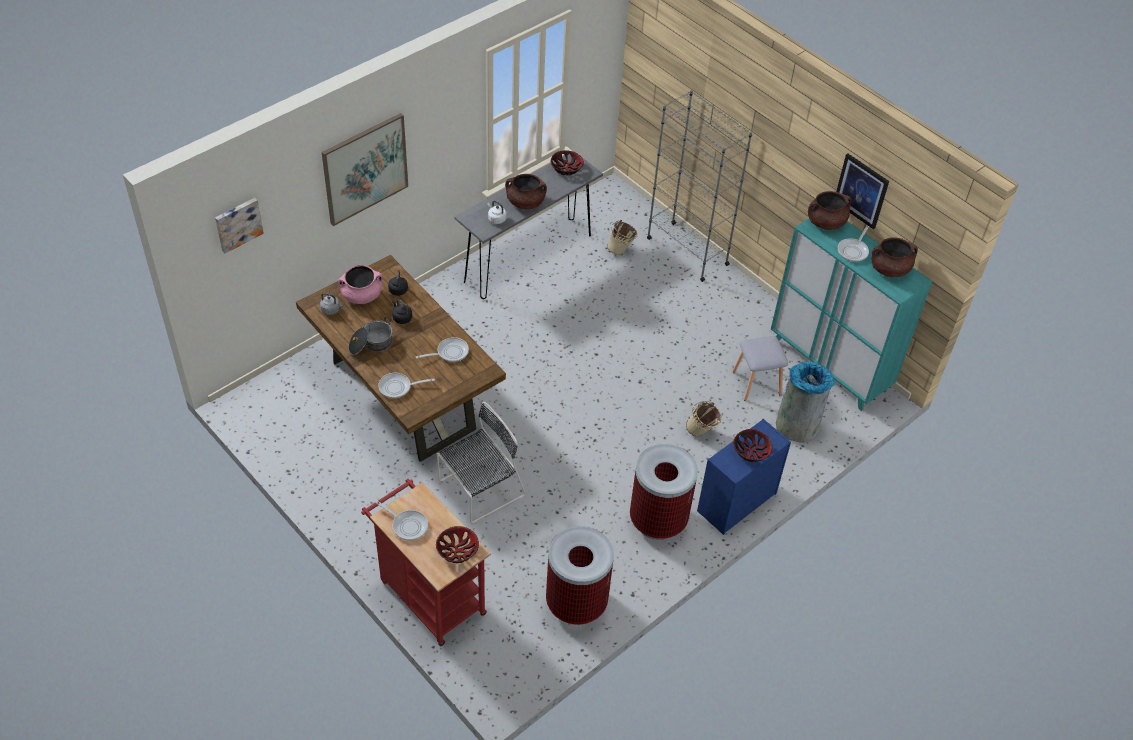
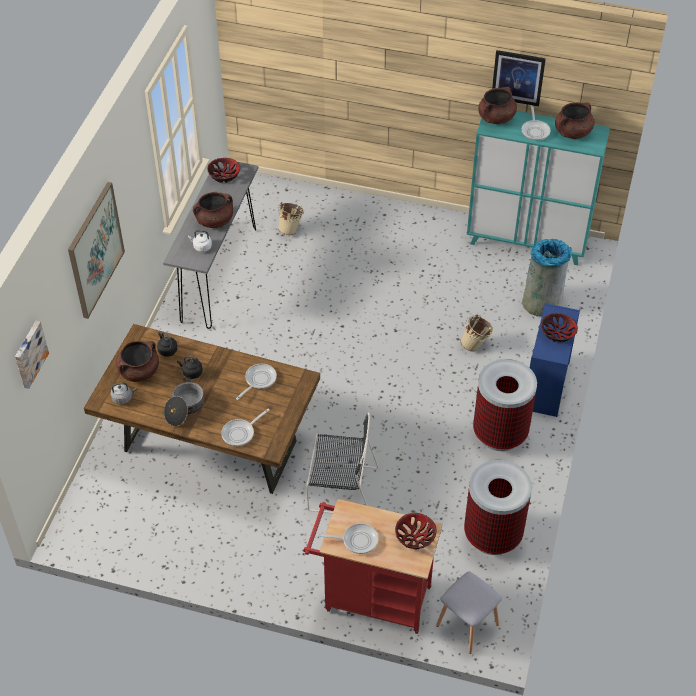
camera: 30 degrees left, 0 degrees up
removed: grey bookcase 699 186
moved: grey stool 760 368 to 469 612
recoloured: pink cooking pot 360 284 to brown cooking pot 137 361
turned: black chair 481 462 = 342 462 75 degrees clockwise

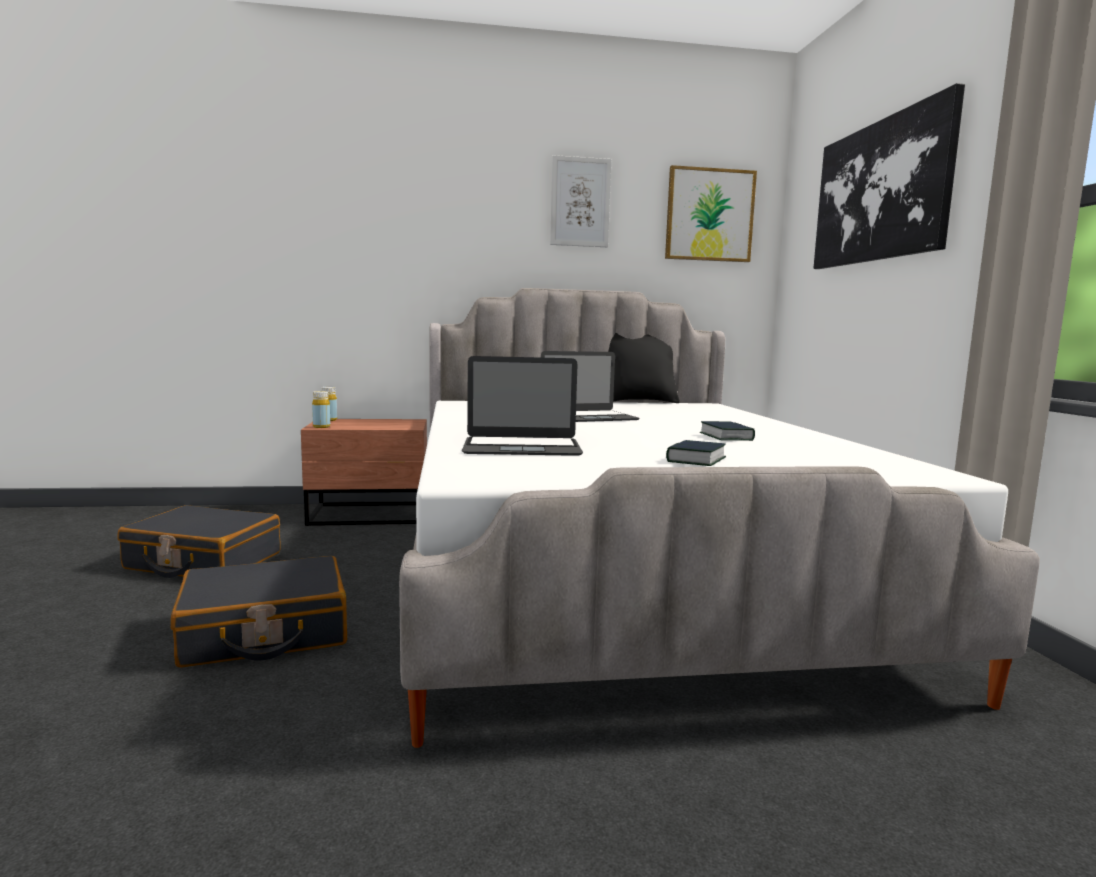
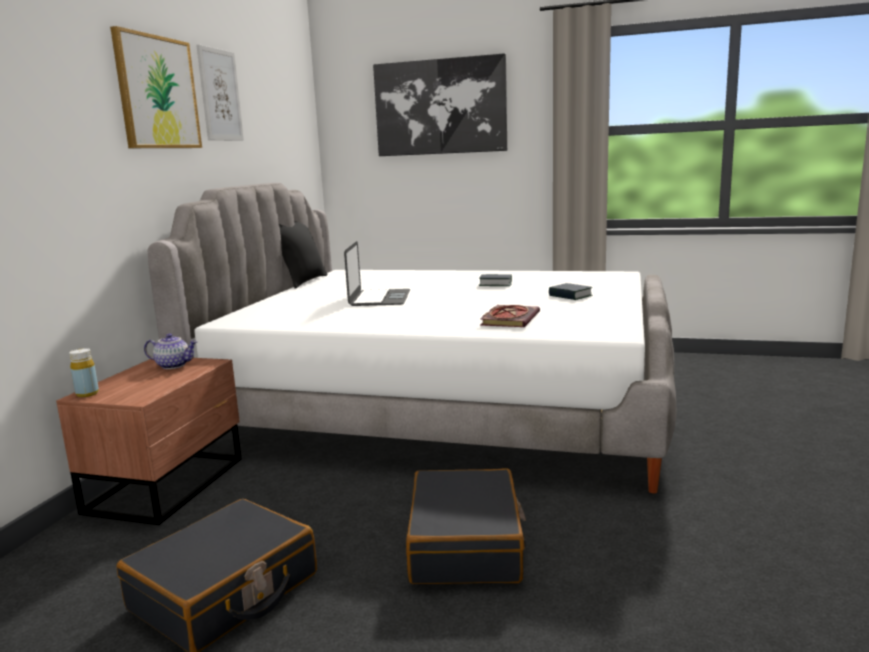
camera: 65 degrees left, 5 degrees up
removed: yellow bottle 321 409
added: teapot 170 351
moved: picture 711 213 to 156 87
replaced: laptop 522 406 to book 510 316

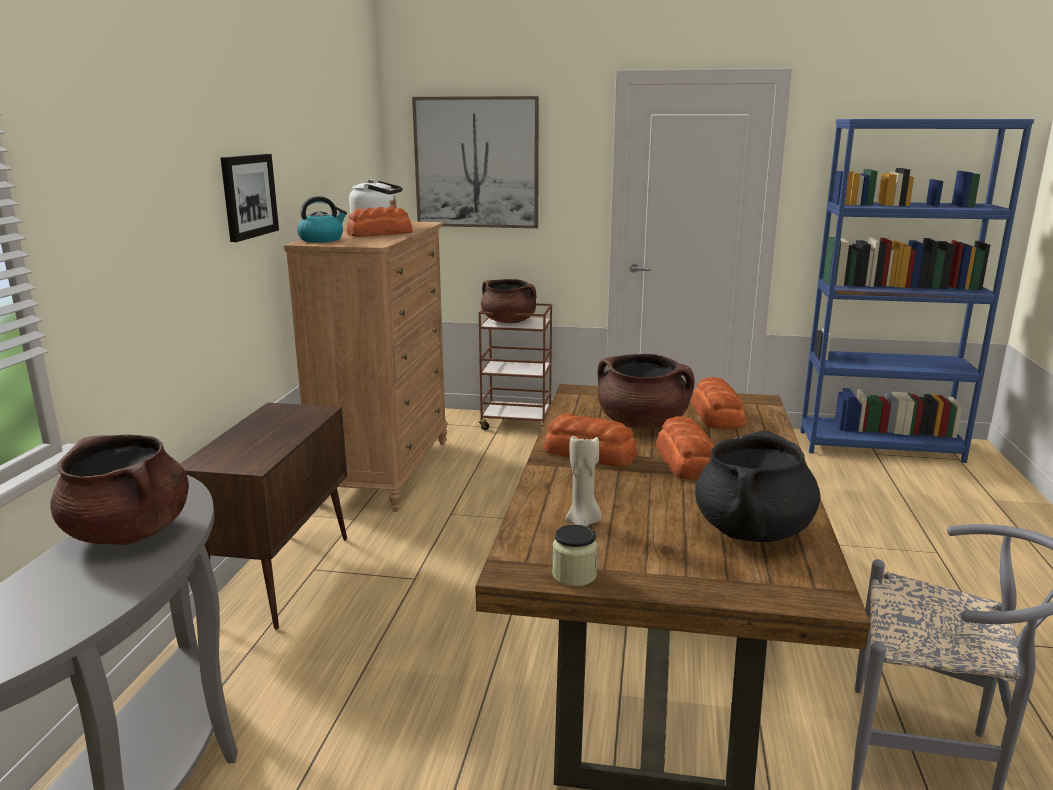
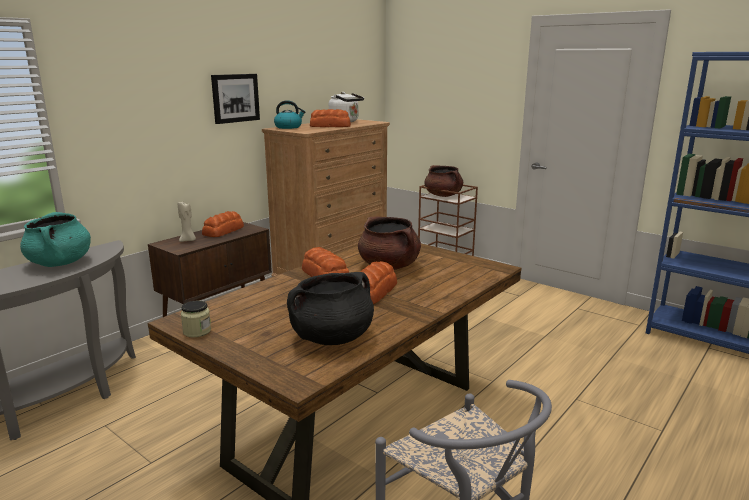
camera: 30 degrees right, 0 degrees up
removed: picture 475 162
moved: beige candle 583 480 to 187 222; bread 718 402 to 223 224
recoloured: brown cooking pot 120 489 to turquoise cooking pot 55 239

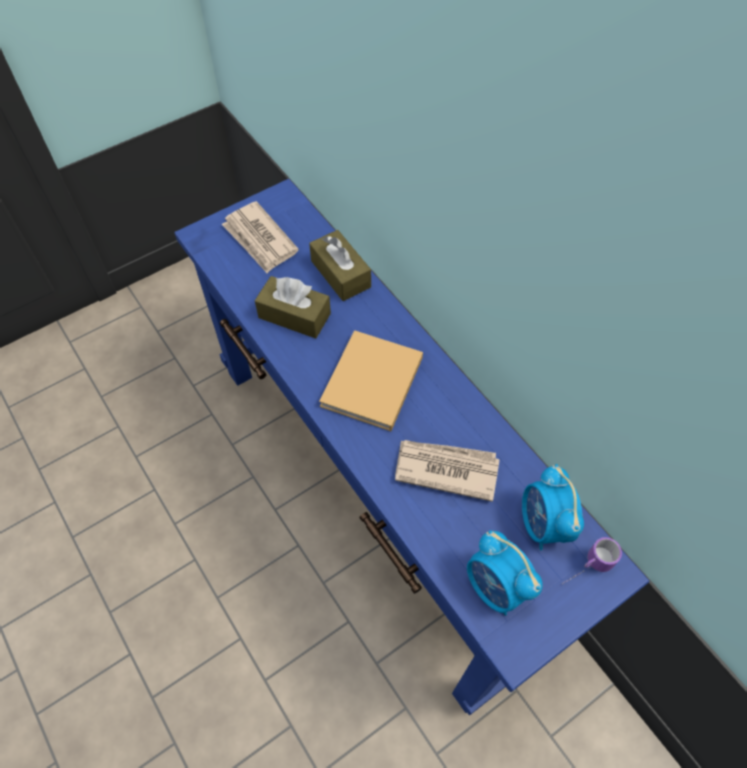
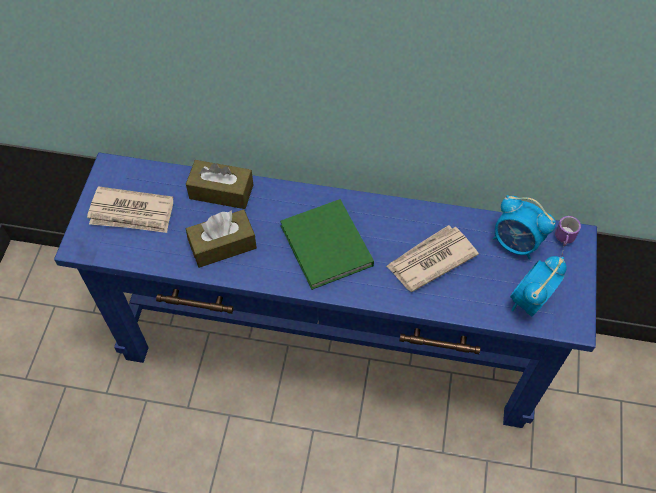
camera: 45 degrees left, 0 degrees up
recoloured: beige book 371 380 to green book 327 244
turned: alarm clock 505 573 = 538 286 120 degrees clockwise

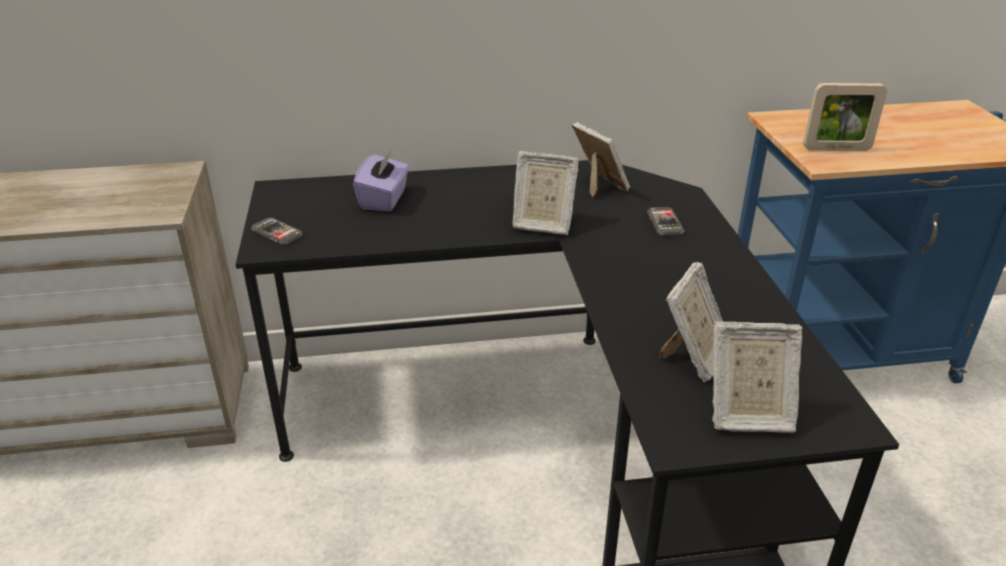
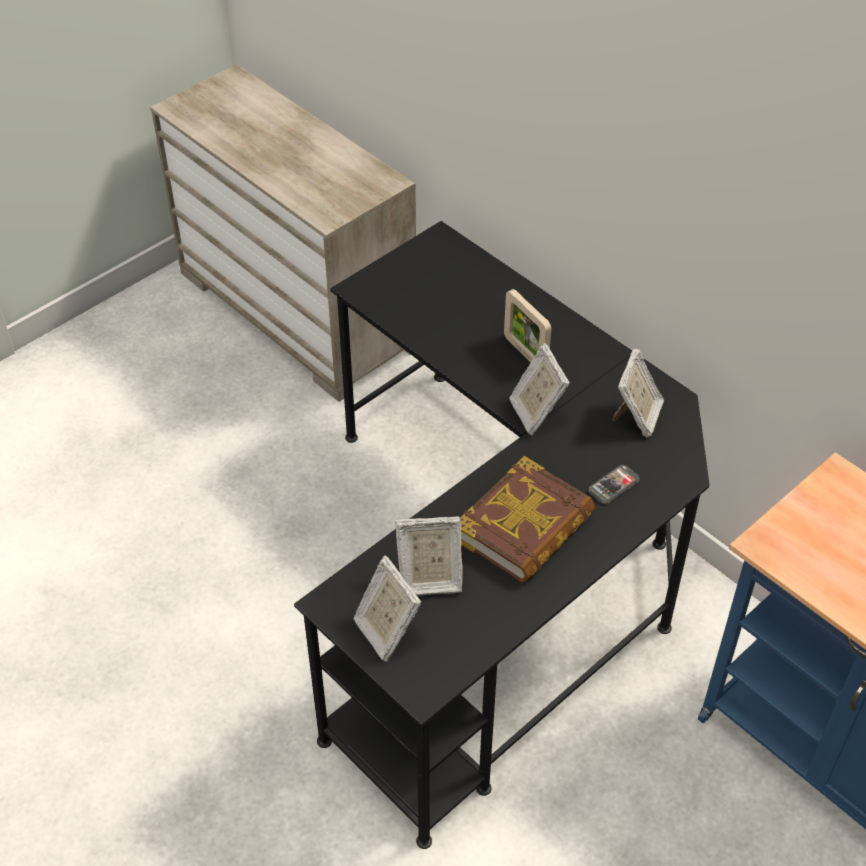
camera: 55 degrees right, 15 degrees up
removed: phone 277 231; purple tissue box 381 180
added: book 527 519
moved: picture frame 845 117 to 527 325

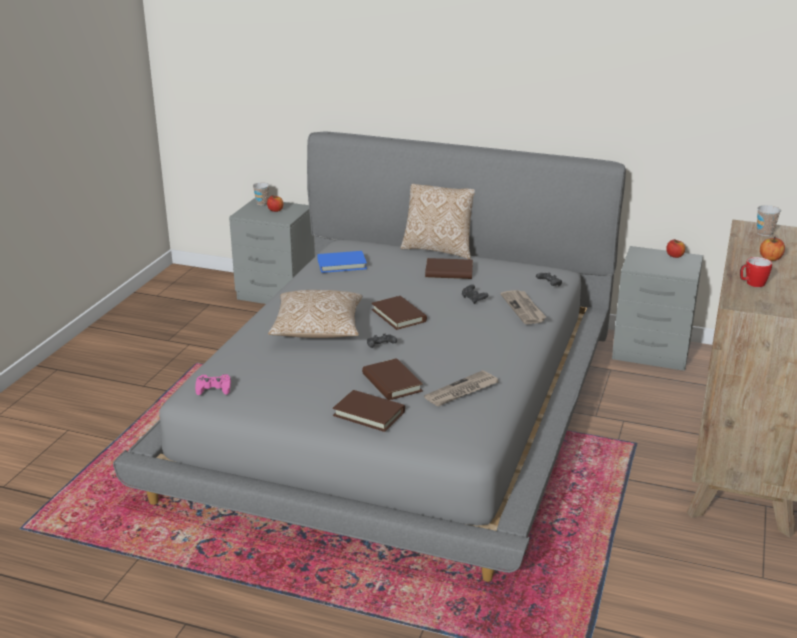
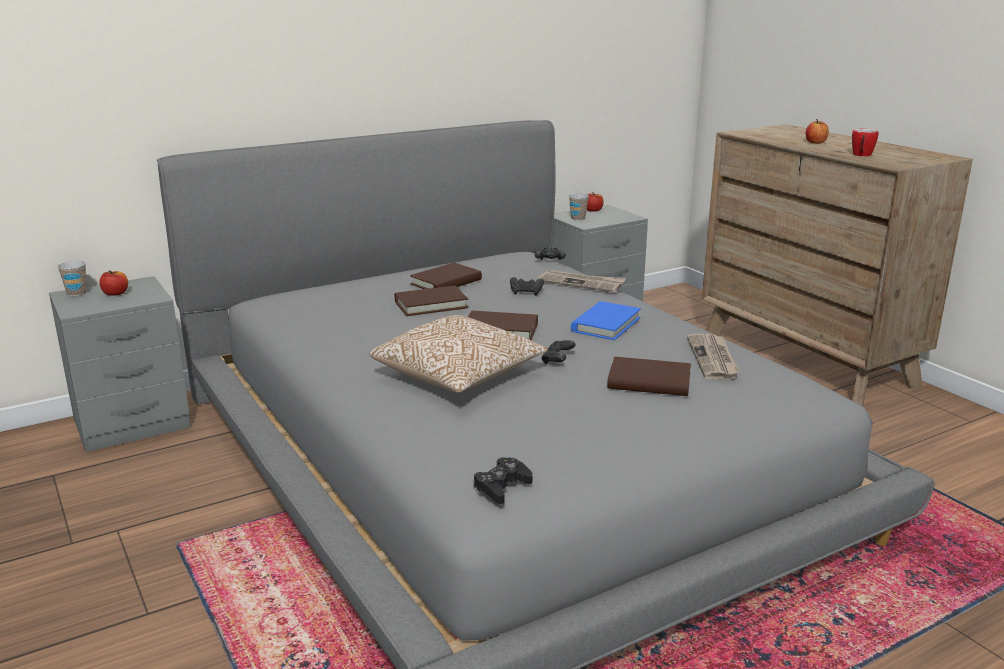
camera: 50 degrees left, 5 degrees down
removed: pillow 437 221
moved: blue book 342 262 to 606 320; brown book 369 411 to 432 301; cup 769 220 to 579 207
recoloured: pink game controller 213 384 to black game controller 503 480

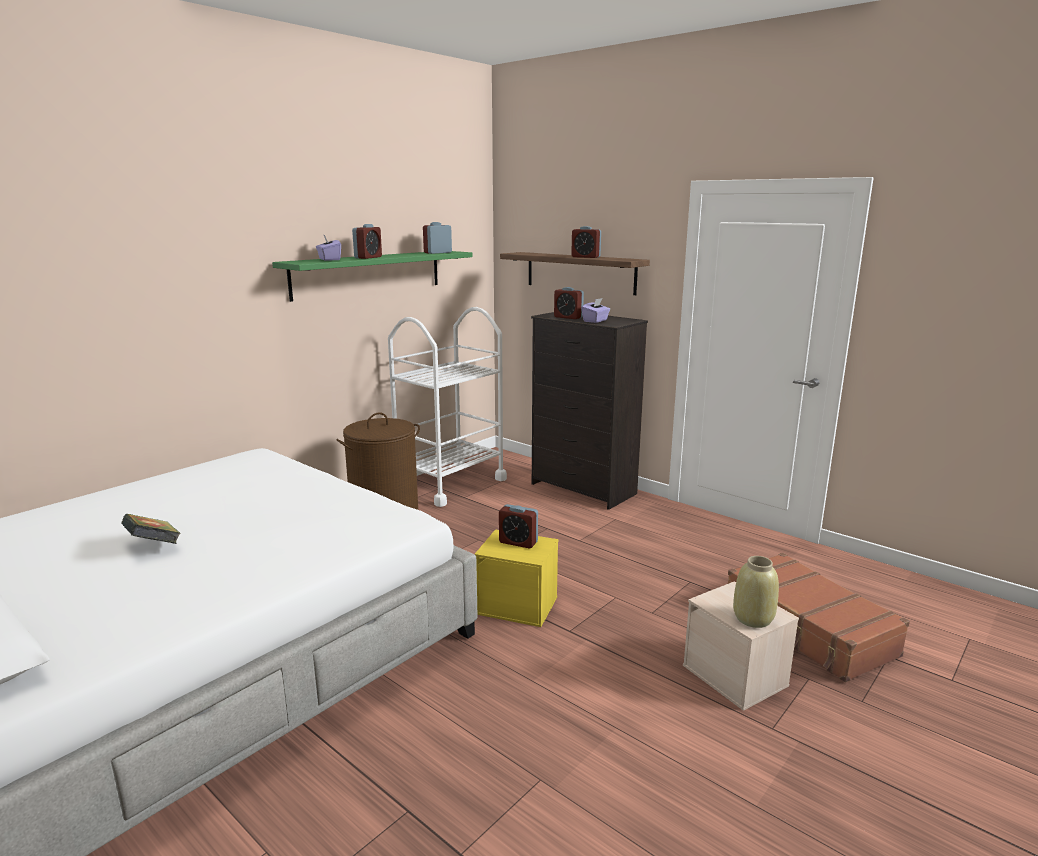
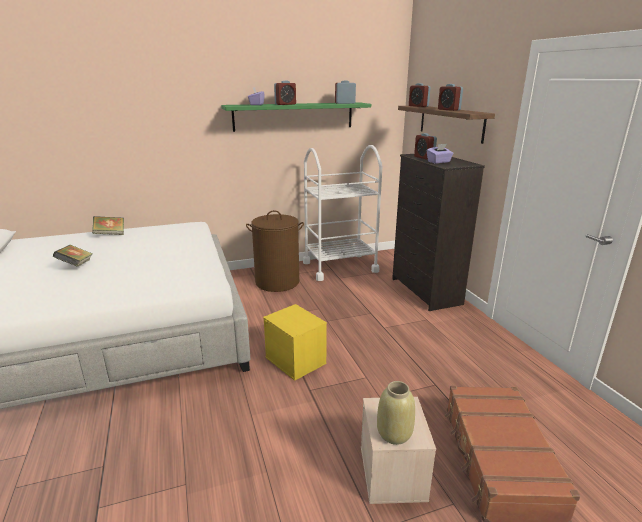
camera: 30 degrees right, 5 degrees up
added: book 108 225
moved: alarm clock 518 526 to 420 95

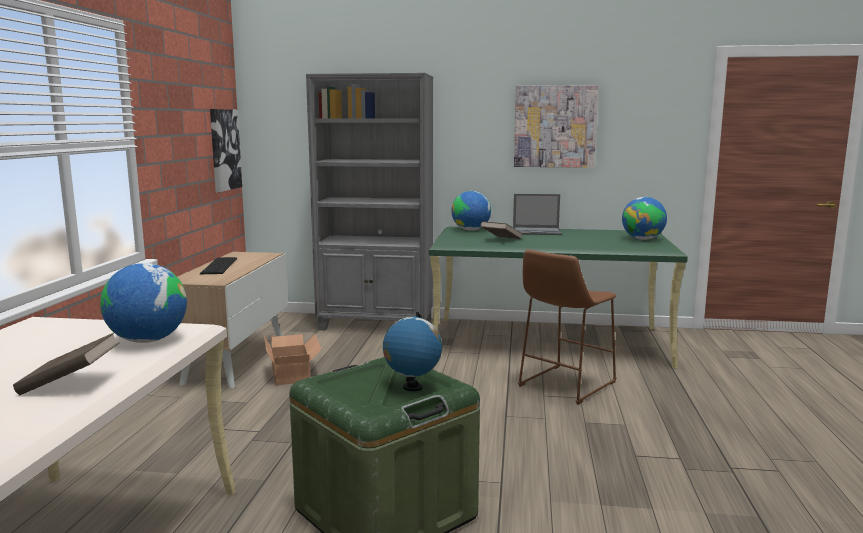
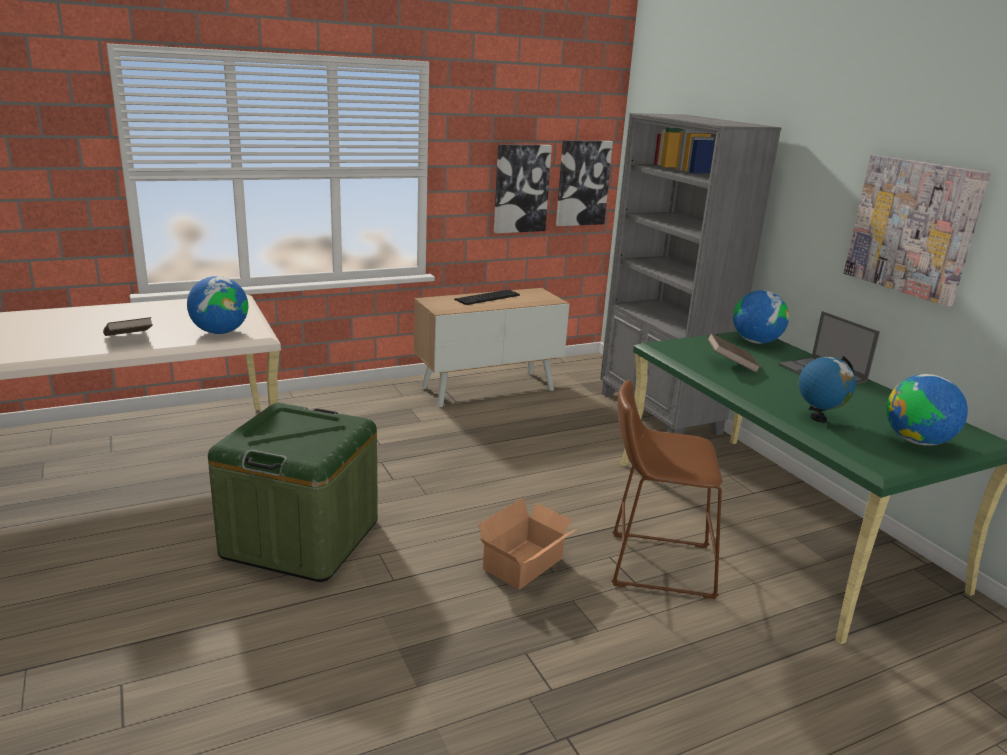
camera: 55 degrees right, 10 degrees up
added: picture 523 188
moved: cardboard box 293 359 to 528 544; globe 412 351 to 827 389

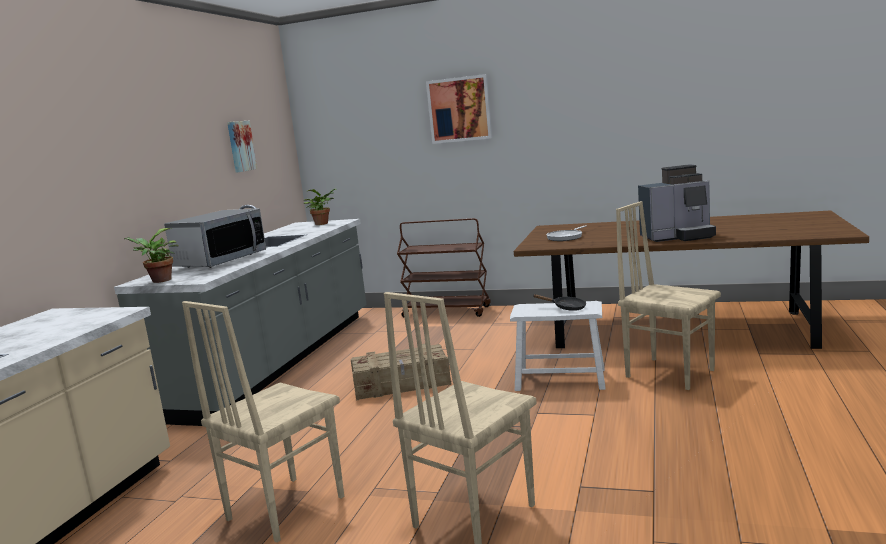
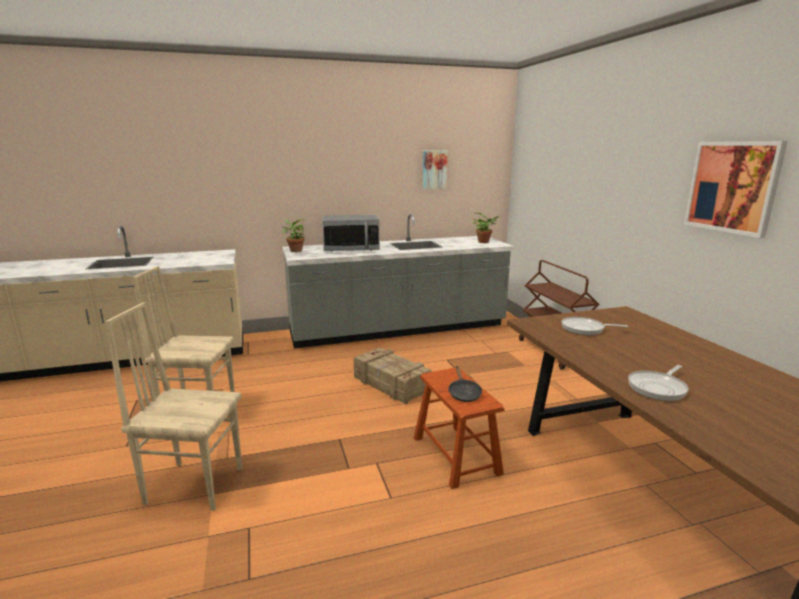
camera: 55 degrees right, 5 degrees up
removed: beige chair 668 295
moved: picture 459 109 to 736 189
replaced: coffee machine 677 203 to frying pan 658 383
recoloured: white stool 558 346 to brown stool 459 428

